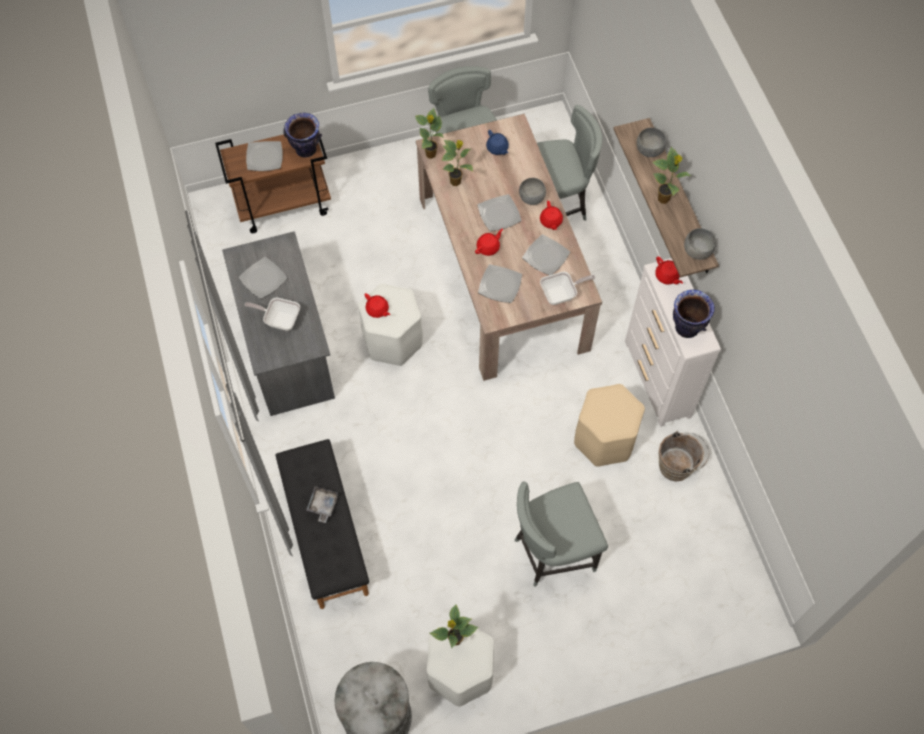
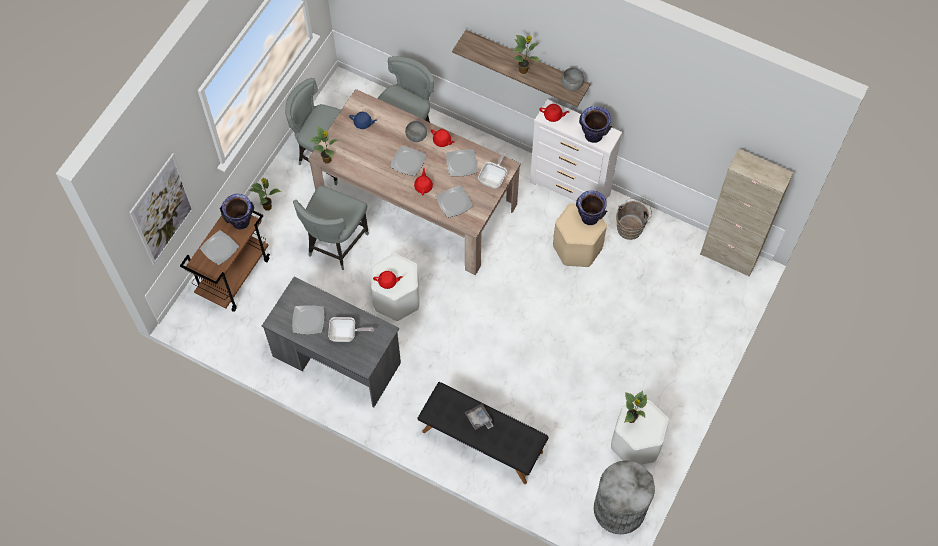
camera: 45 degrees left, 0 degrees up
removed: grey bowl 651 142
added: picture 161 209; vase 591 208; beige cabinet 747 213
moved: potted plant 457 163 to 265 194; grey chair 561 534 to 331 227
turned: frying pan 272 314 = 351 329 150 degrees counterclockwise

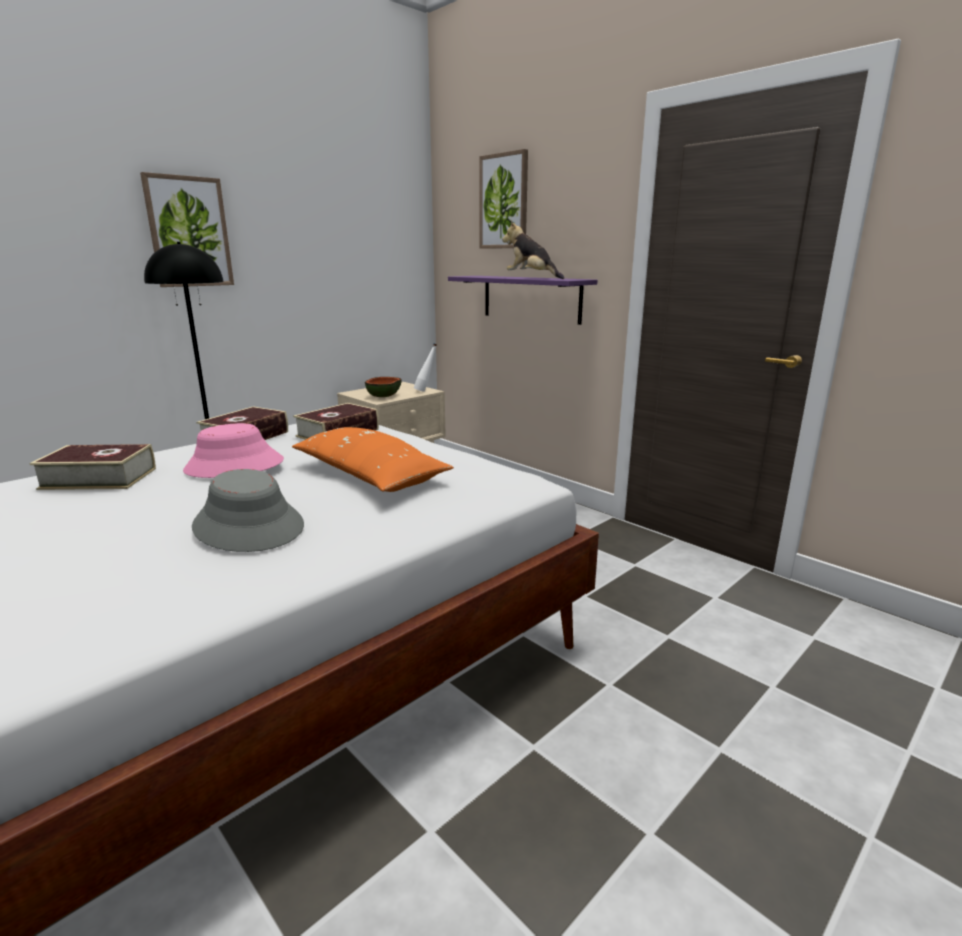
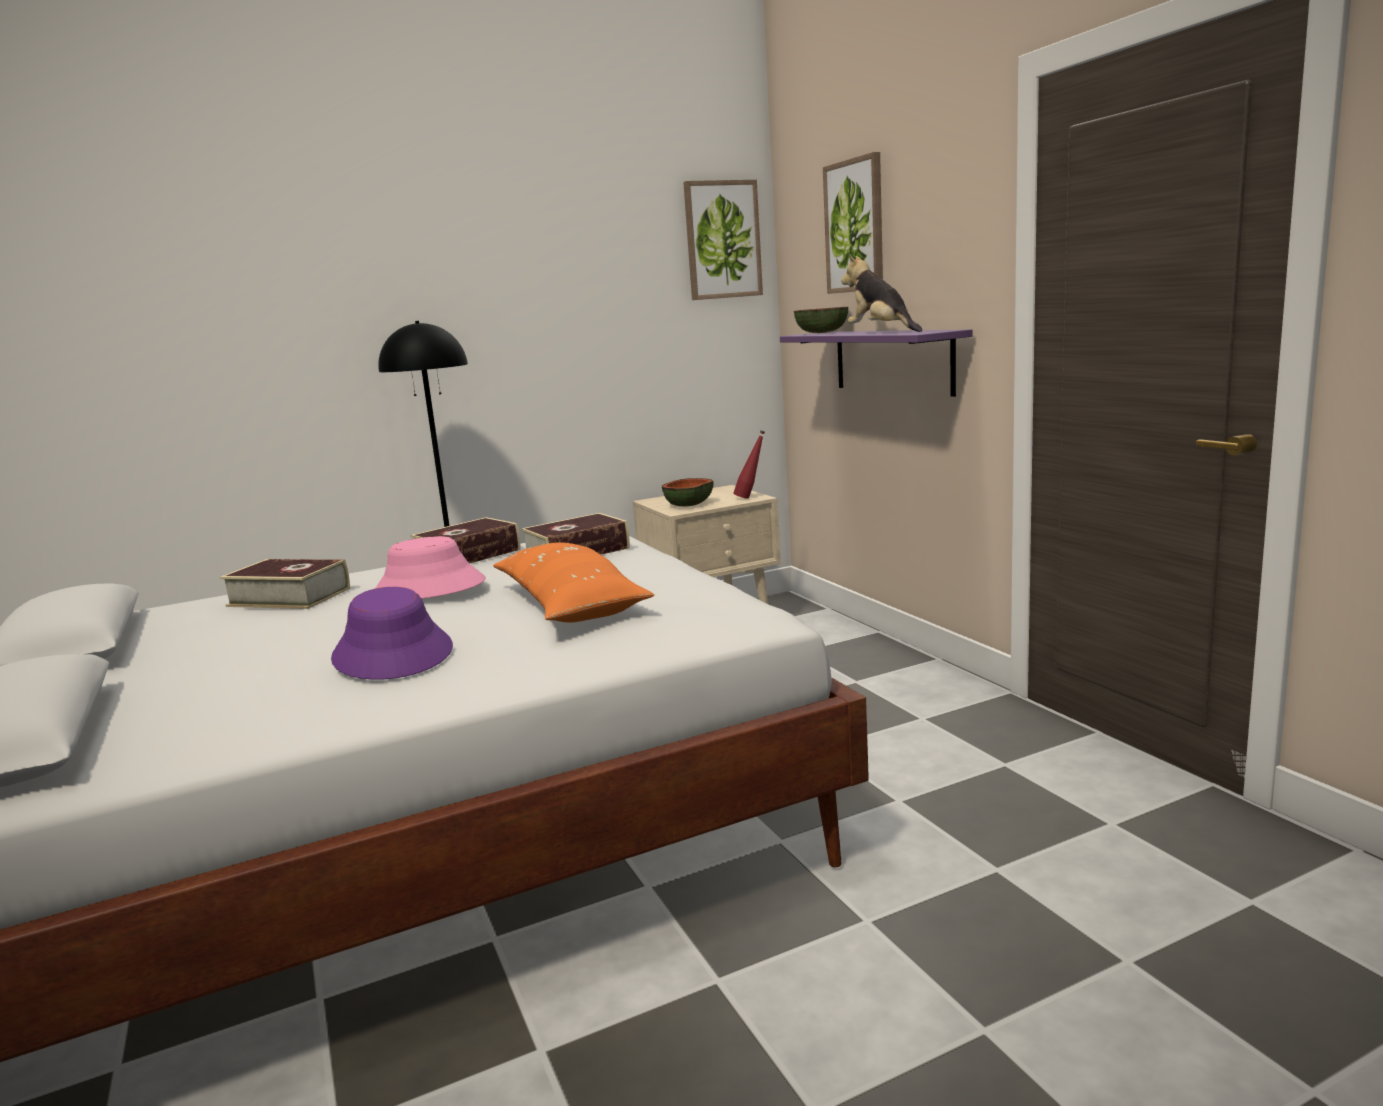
camera: 20 degrees right, 5 degrees down
added: bowl 821 320
moved: picture 187 229 to 723 240
recoloured: grey hat 248 510 to purple hat 392 633; white bottle 425 367 to red bottle 749 464

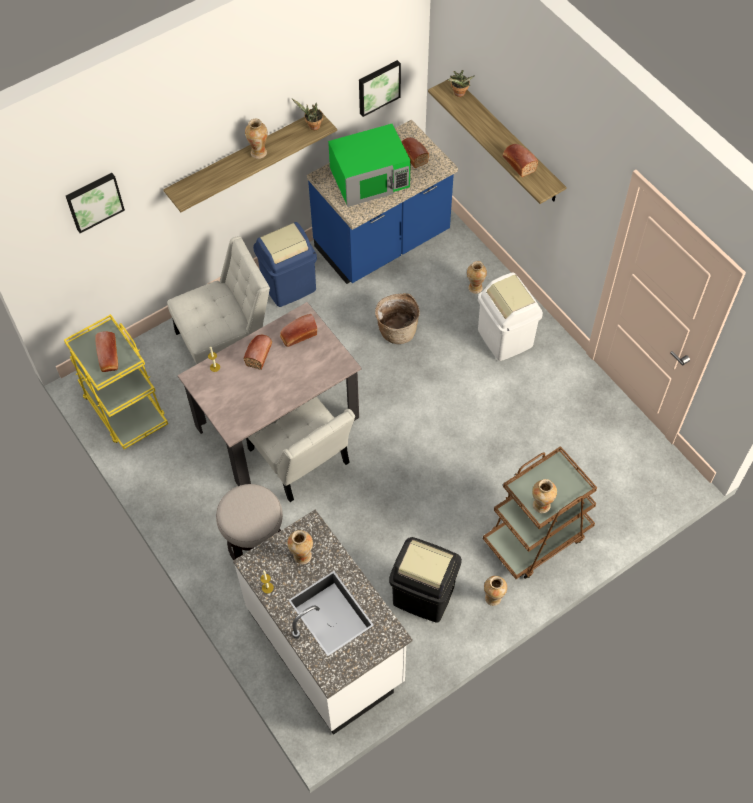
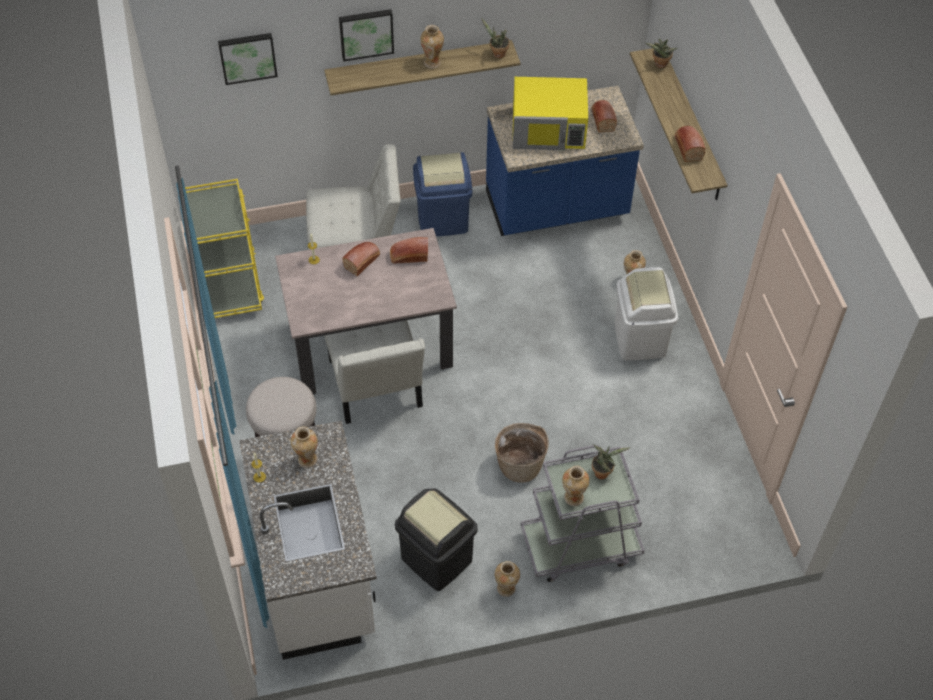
camera: 20 degrees right, 5 degrees down
removed: bread 106 351
added: potted plant 611 461
moved: picture 380 88 to 366 35; basket 397 318 to 522 453
recoloured: green microwave 369 165 to yellow microwave 550 113; brown cart 540 512 to grey cart 583 513

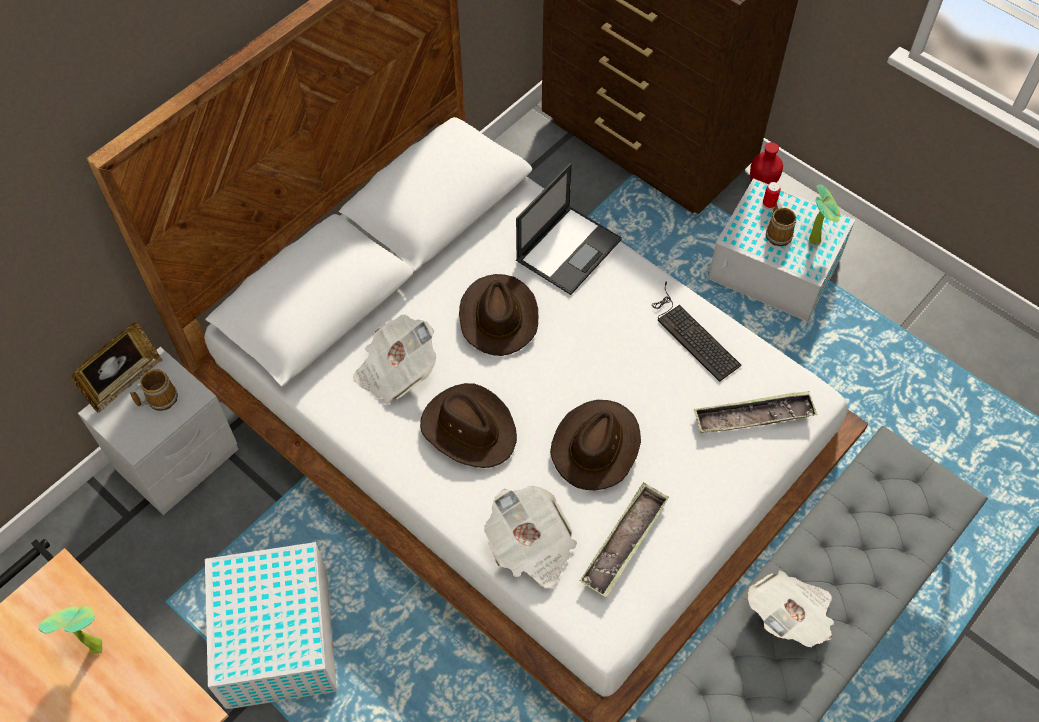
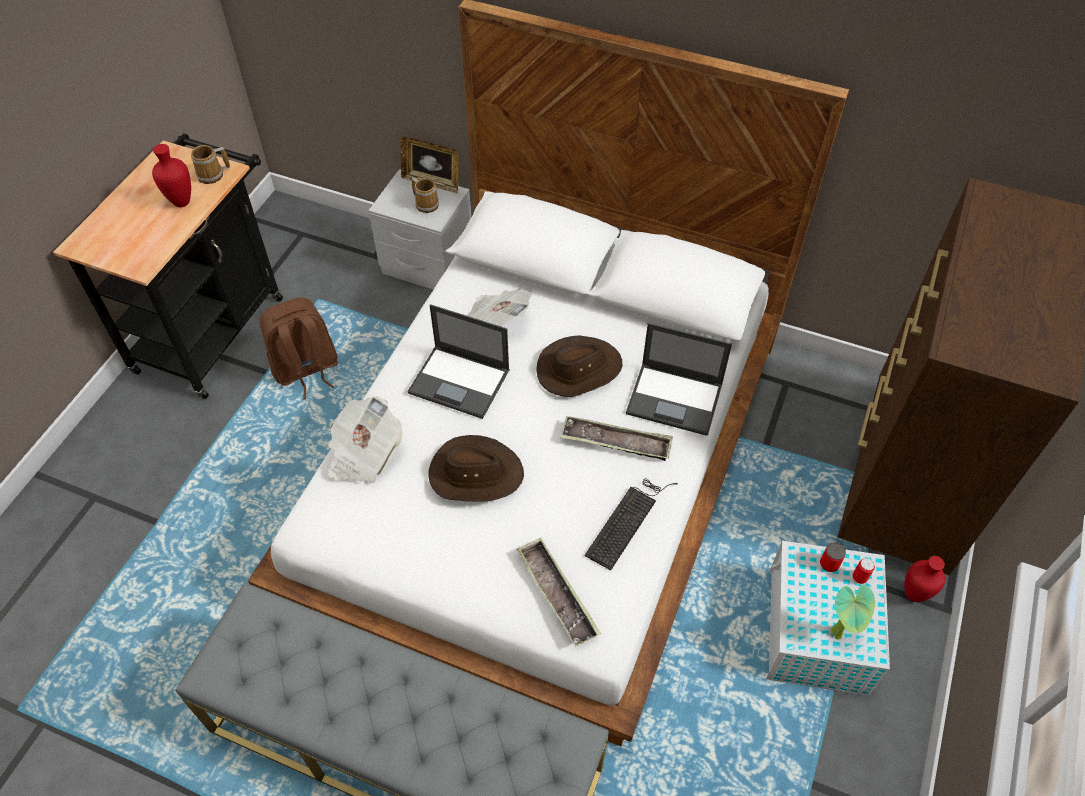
camera: 70 degrees right, 5 degrees down
removed: newspaper 791 608
added: can 833 557
moved: tray 624 539 to 617 438; mug 781 223 to 210 164
replaced: potted plant 71 630 to red vase 171 175; white storage box 271 625 to brown backpack 298 348; brown hat 468 425 to laptop 459 361

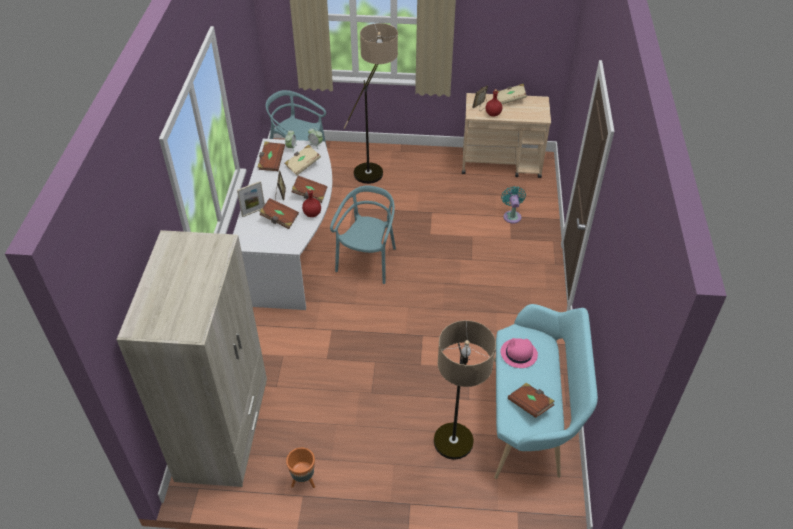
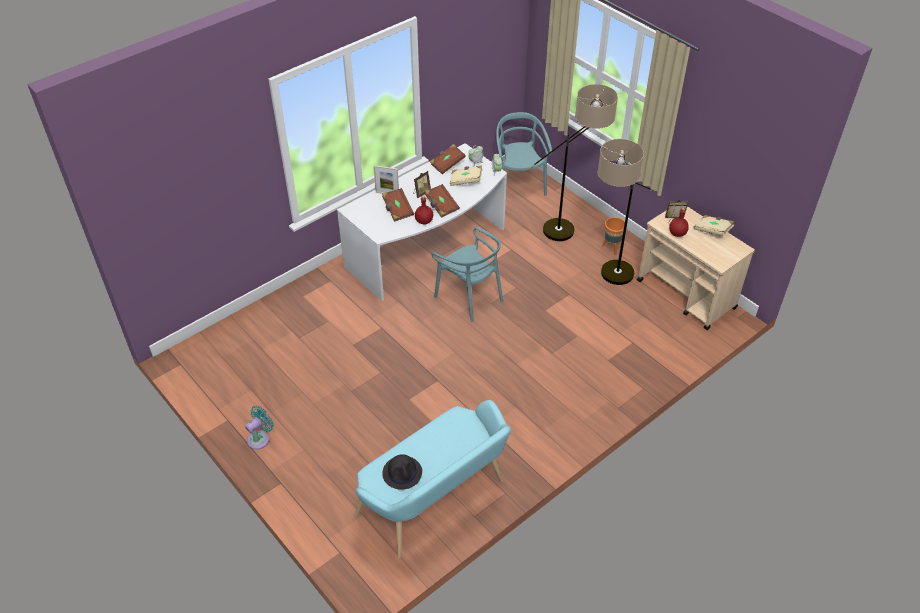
camera: 45 degrees right, 0 degrees up
removed: beige wardrobe 191 358; pink hat 519 353
moved: orange planter 300 468 to 613 236; floor lamp 465 390 to 625 212; turquoise fan 513 205 to 259 428
replaced: brown book 531 400 to black hat 402 472
turned: turquoise chair 363 234 = 467 274 75 degrees clockwise

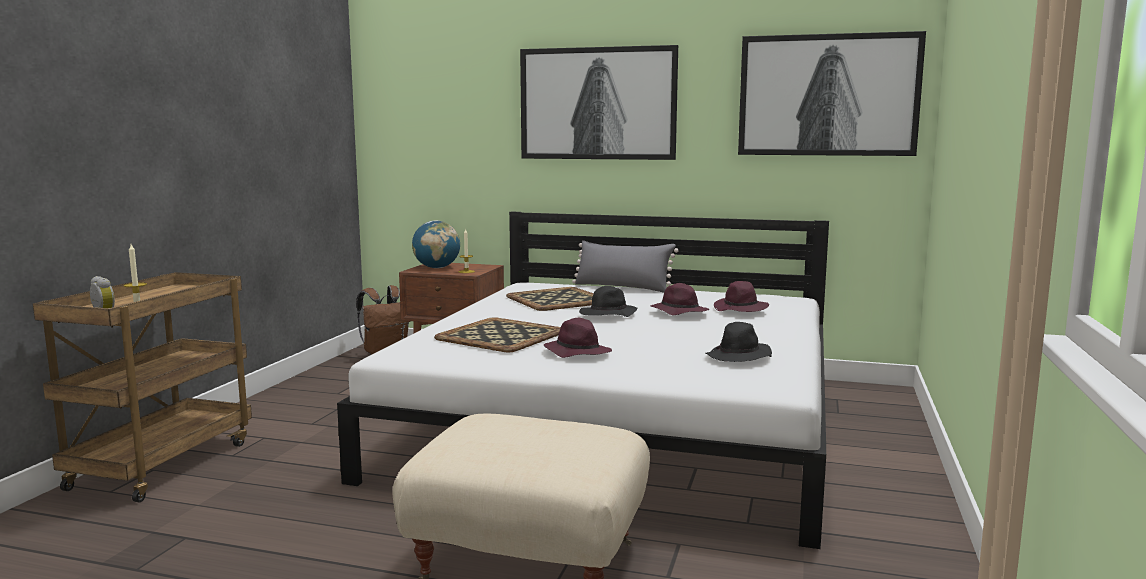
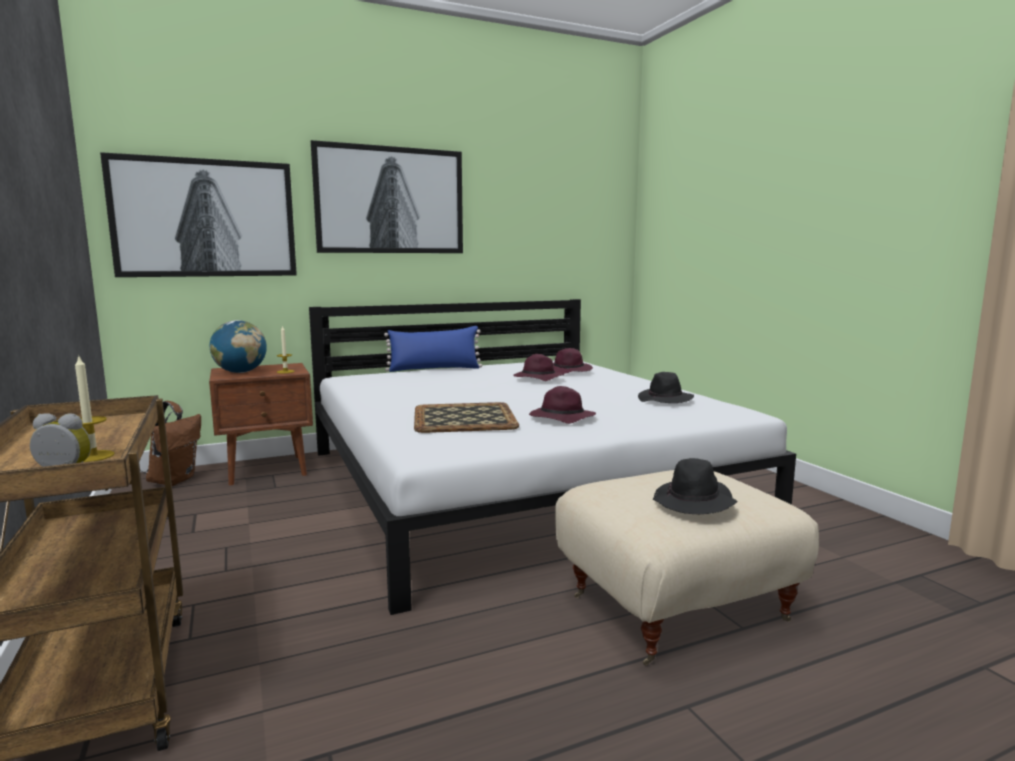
camera: 40 degrees left, 0 degrees up
removed: tray 550 299
moved: black hat 608 301 to 695 486; picture 832 93 to 198 214
recoloured: grey pillow 625 266 to blue pillow 433 349

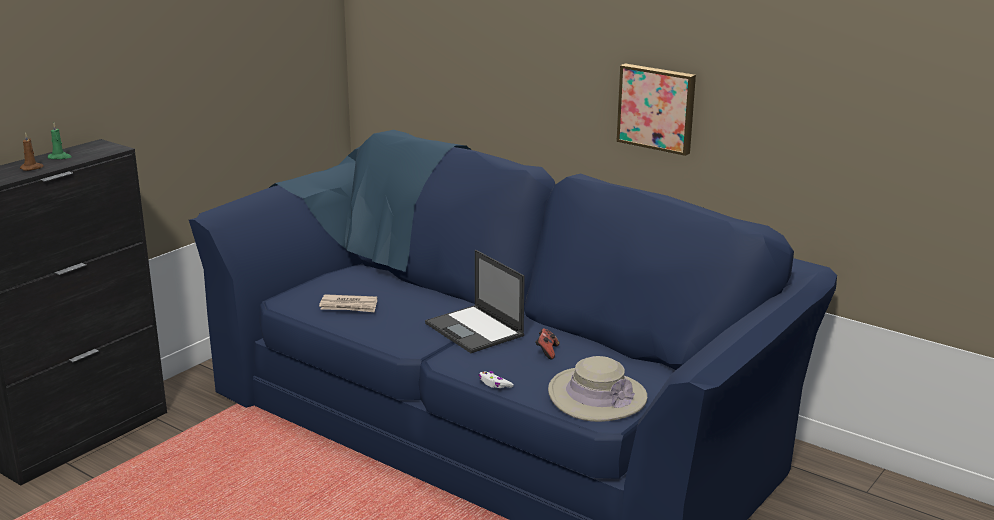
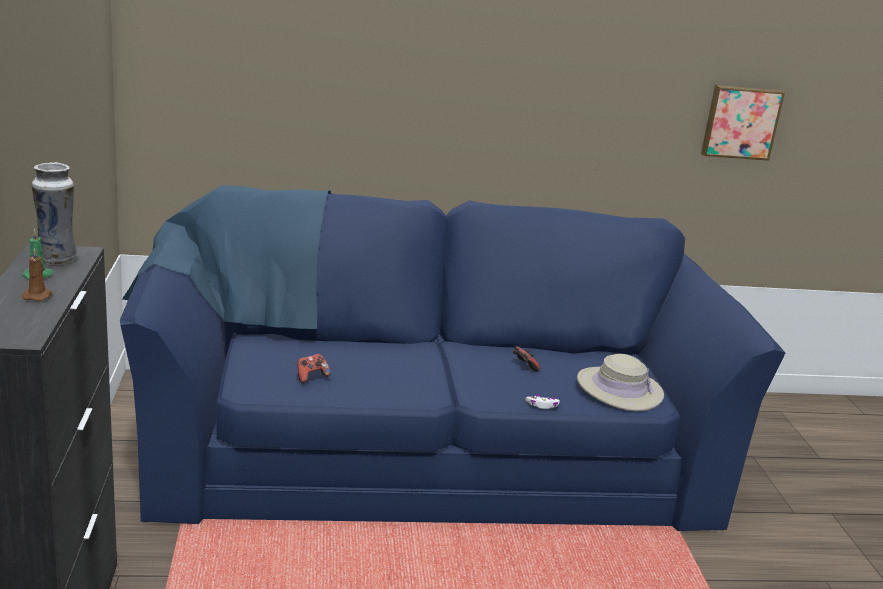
camera: 45 degrees left, 0 degrees up
removed: laptop 475 301
added: vase 54 213
moved: picture 656 110 to 743 123
replaced: newspaper 348 303 to game controller 314 368

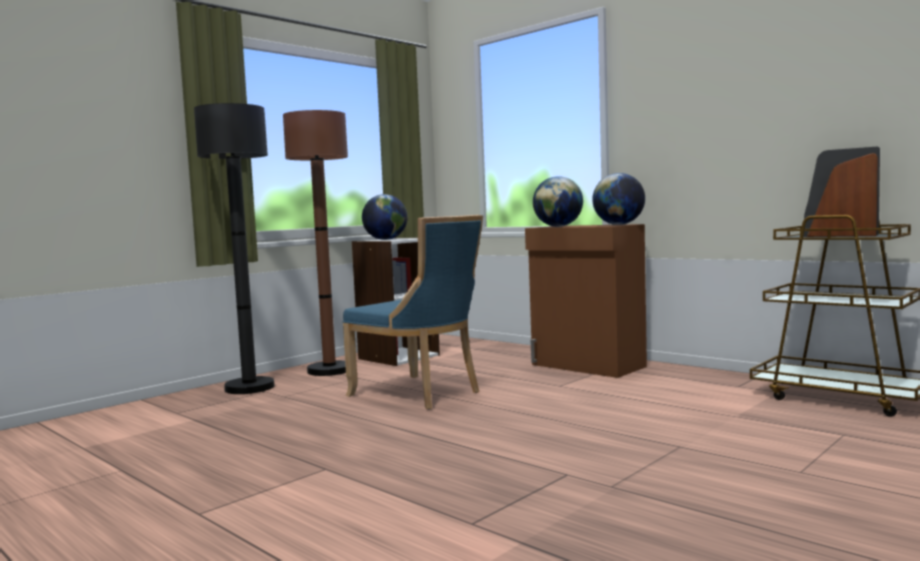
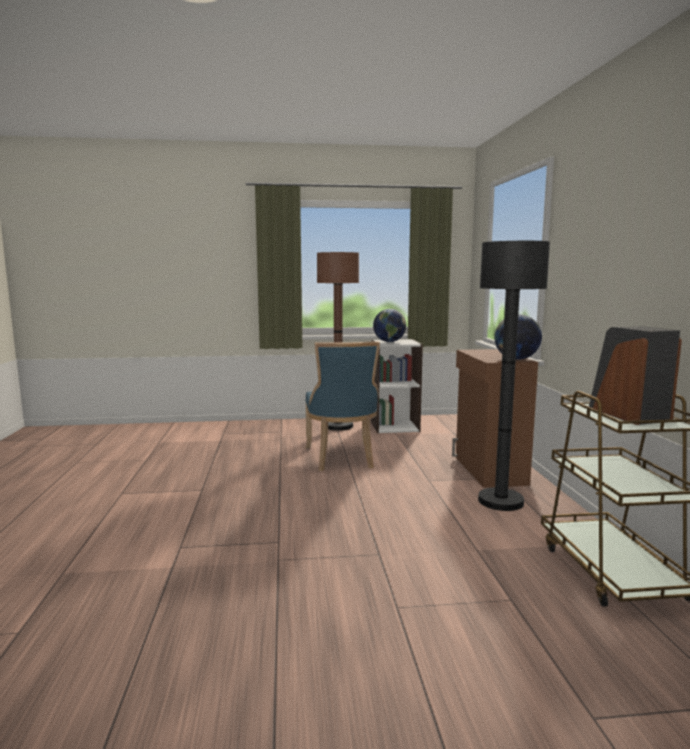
camera: 40 degrees right, 5 degrees up
removed: globe 558 201
moved: black floor lamp 234 248 to 514 376

